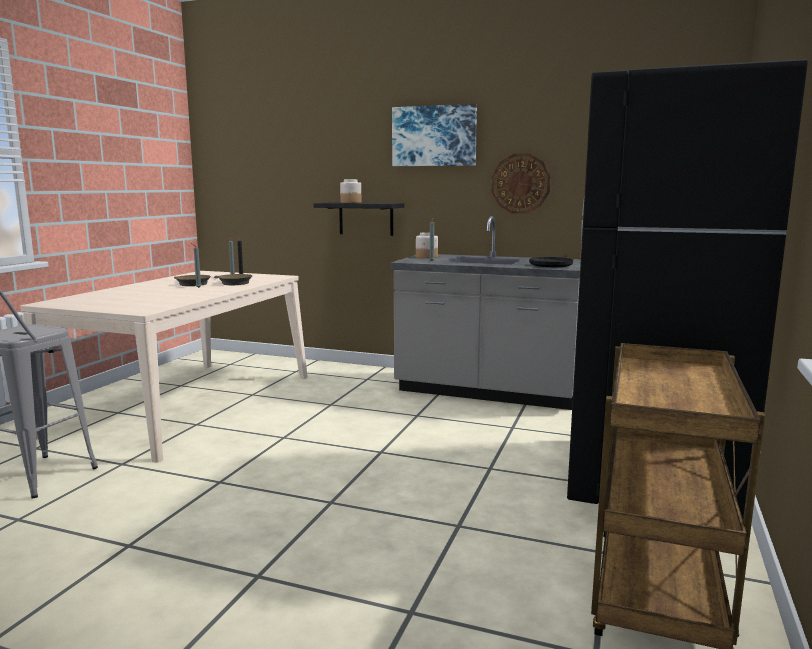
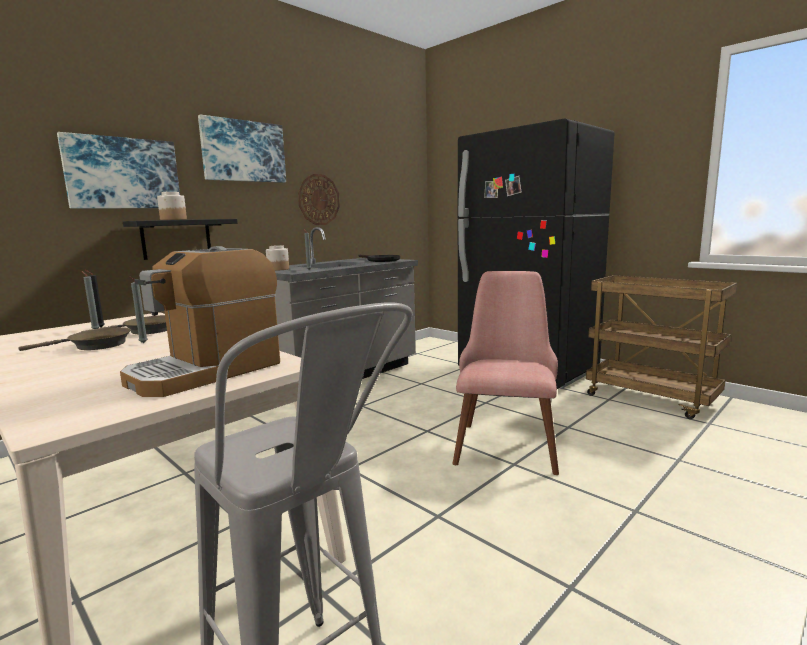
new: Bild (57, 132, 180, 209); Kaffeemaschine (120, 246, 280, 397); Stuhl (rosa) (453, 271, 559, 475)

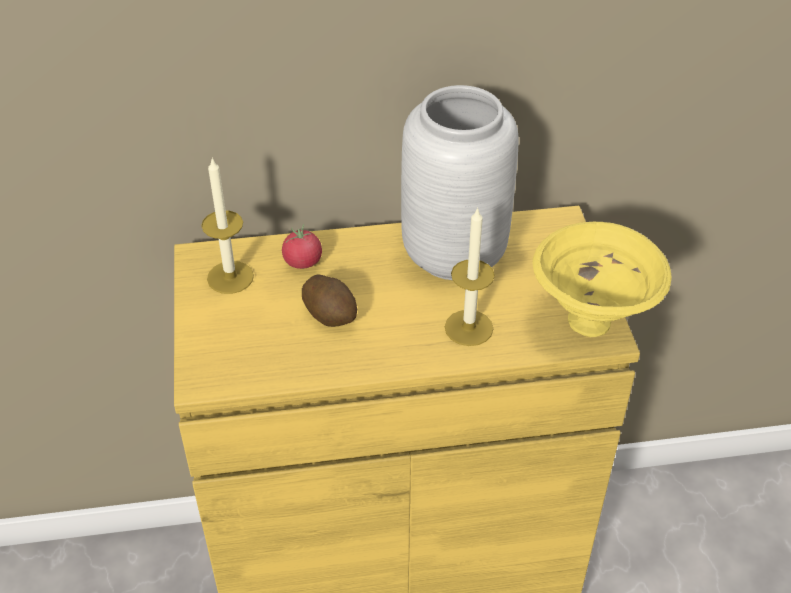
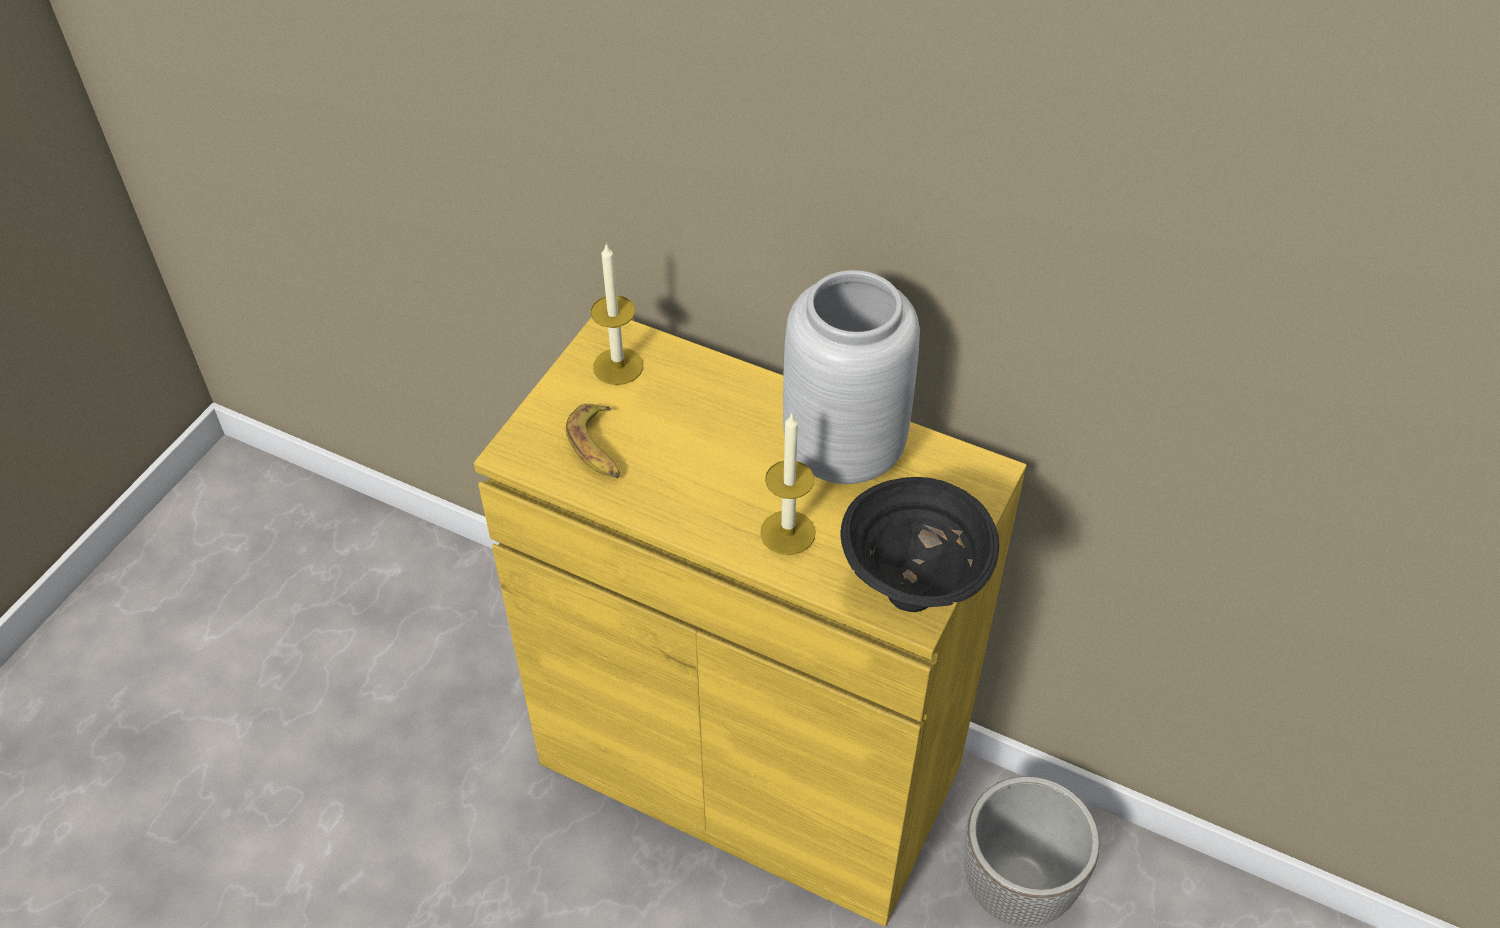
gone: Tomate (282, 224, 322, 269); Kartoffel (302, 274, 357, 327)
new: Banane (566, 404, 620, 478); Pflanzkübel (964, 776, 1100, 927)
repainted: Schüssel (gelb) (533, 222, 671, 337) to Schüssel (schwarz) (841, 477, 999, 612)

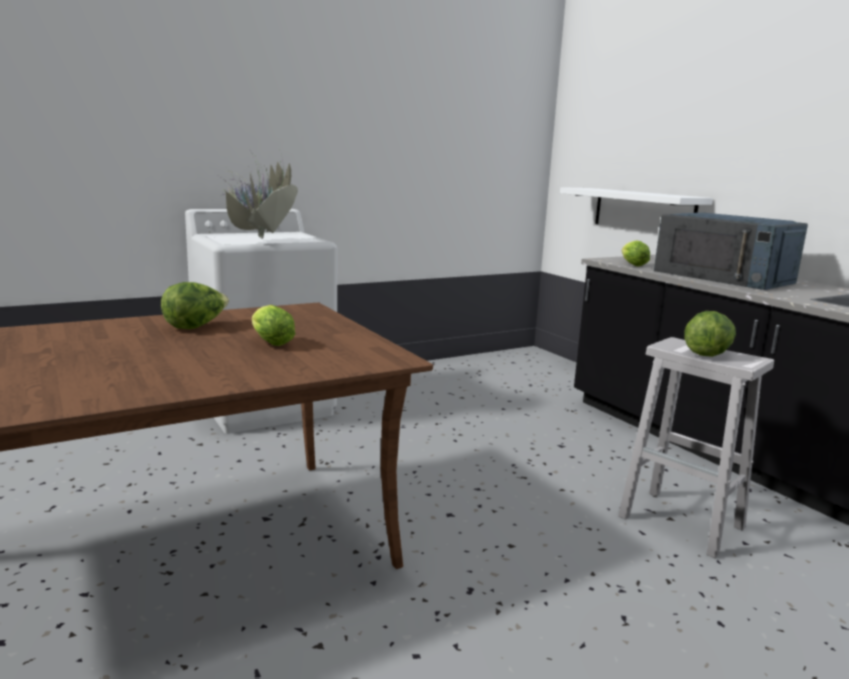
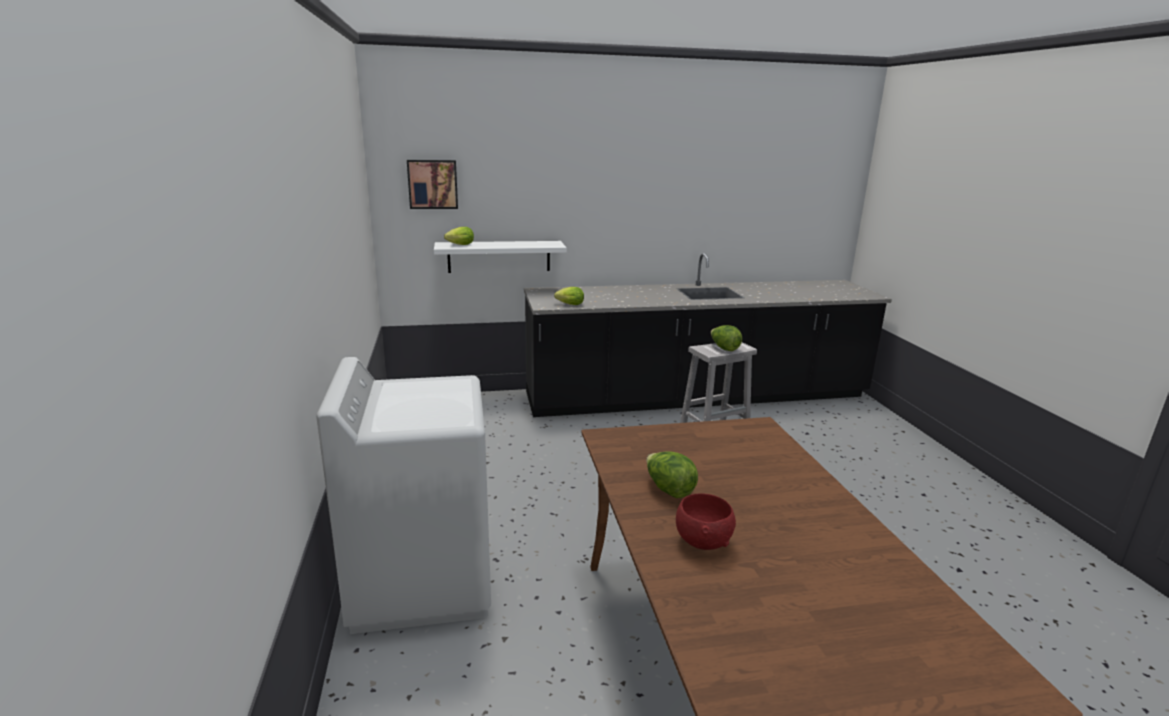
gone: Topfpflanze (209, 144, 298, 239); Mikrowelle (blau) (654, 213, 808, 290)
new: Bild (407, 160, 458, 209); Schüssel (rot) (676, 493, 736, 550)
shifted: Salatkopf (252, 305, 295, 346) to (444, 227, 474, 245)

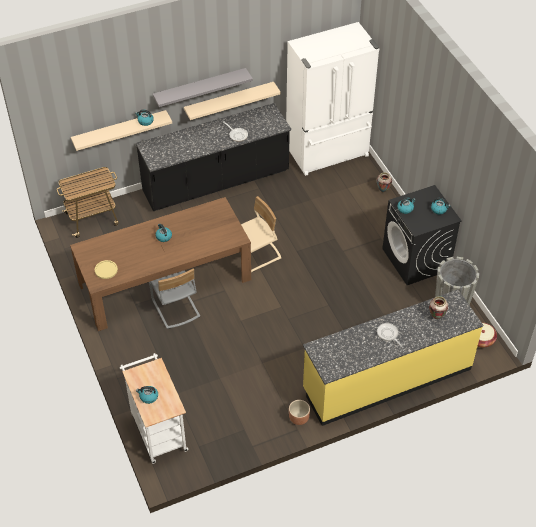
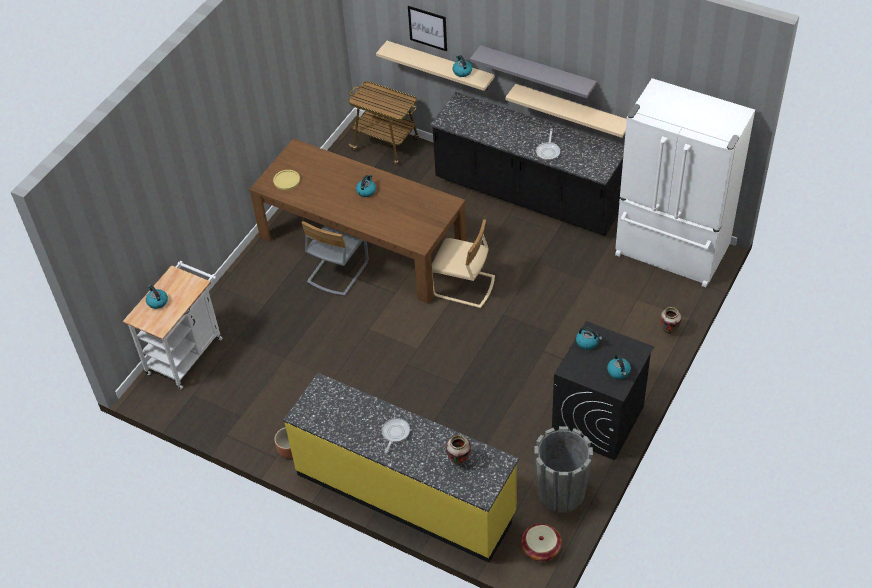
new: Bild (408, 6, 447, 51)

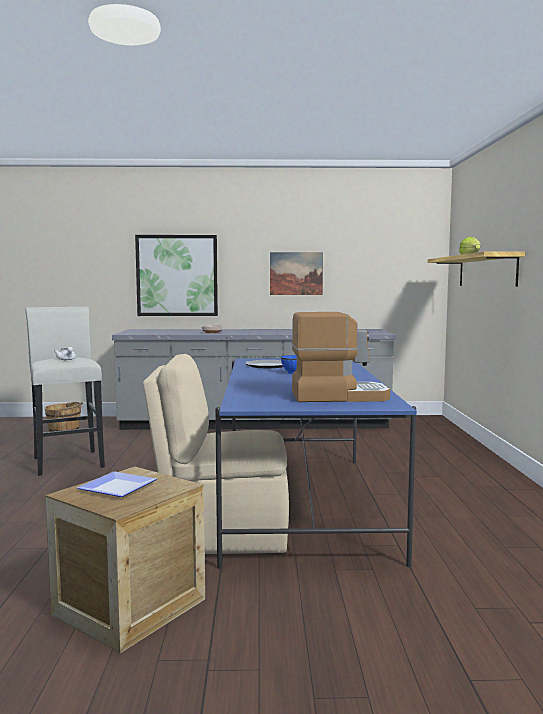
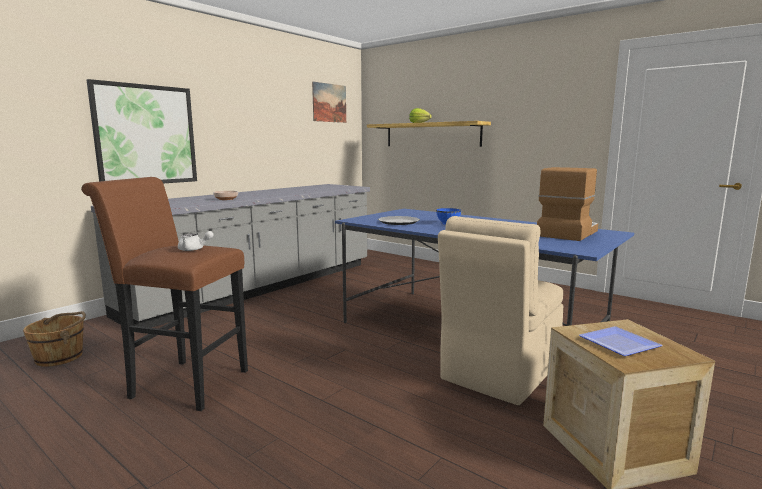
shifted: Bild (270, 252, 323, 295) to (312, 81, 346, 123)
repainted: Hocker (weiß) (25, 307, 105, 476) to Hocker (braun) (81, 177, 248, 411)

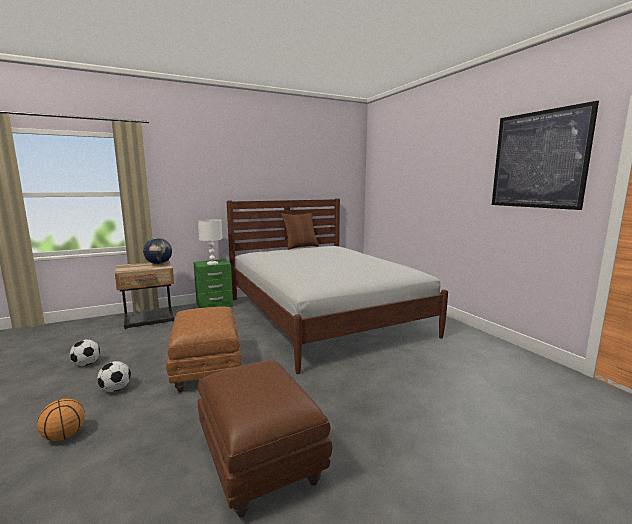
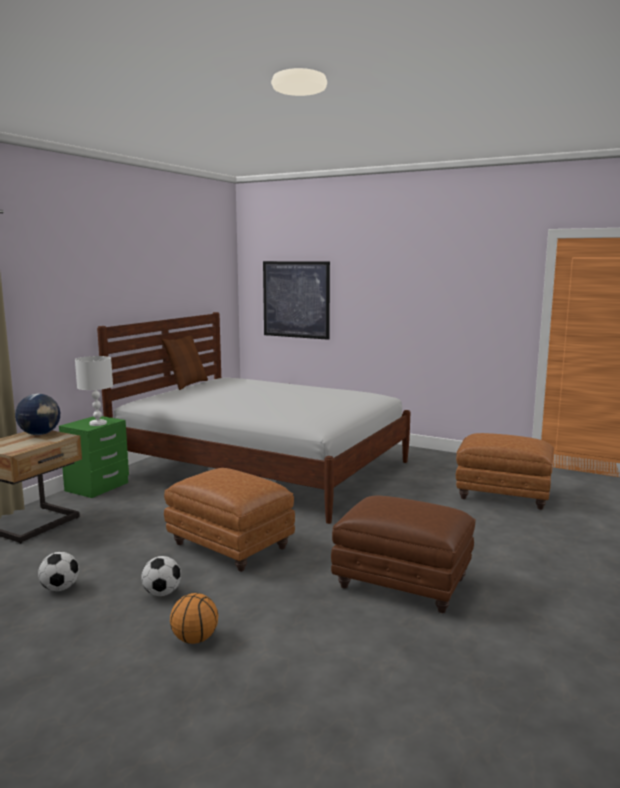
new: Polsterhocker (braun) (456, 433, 554, 510)
shifted: Bild (492, 101, 599, 210) to (263, 261, 330, 340)

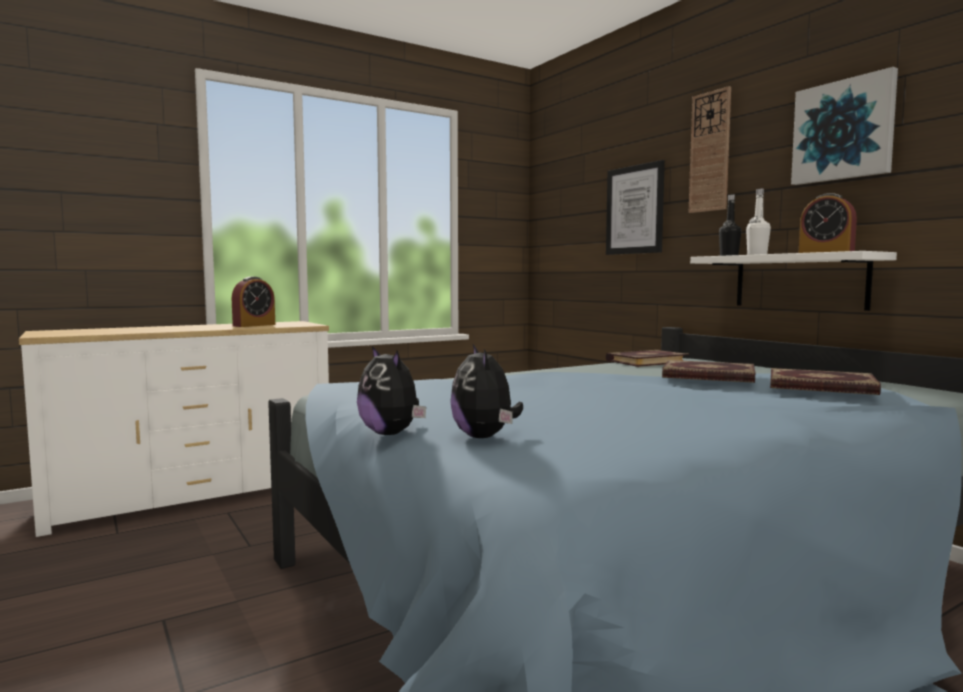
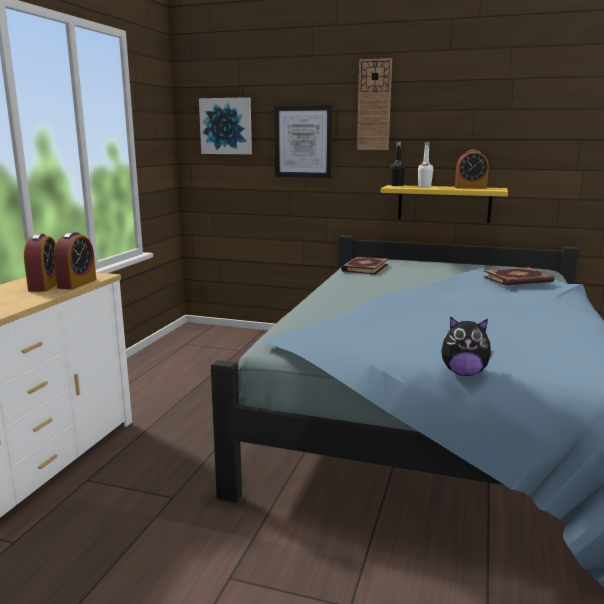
gone: Plüschtier (450, 344, 523, 438); Buch (662, 360, 755, 383)
new: Wecker (54, 232, 96, 290)
shifted: Bild (791, 67, 898, 185) to (199, 97, 252, 154)
repainted: Wandregal (weiß) (690, 251, 897, 311) to Wandregal (gelb) (381, 185, 508, 223)

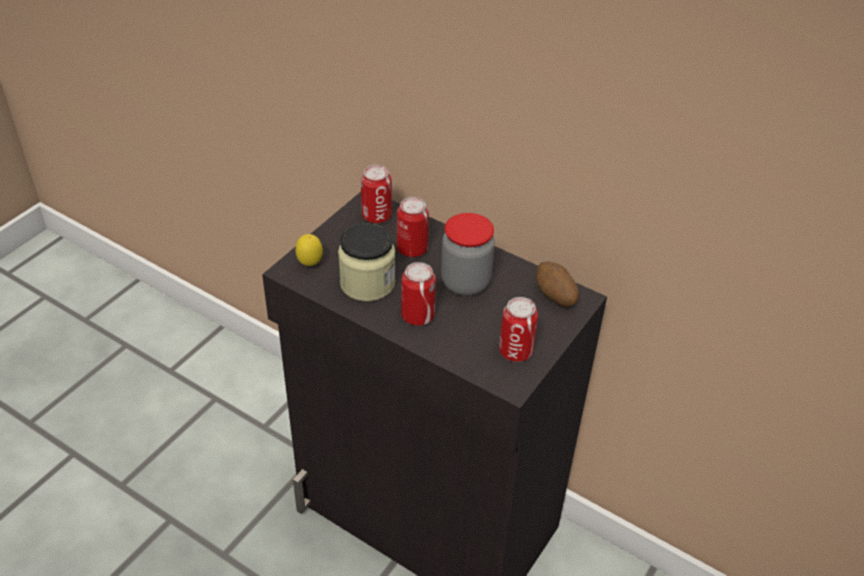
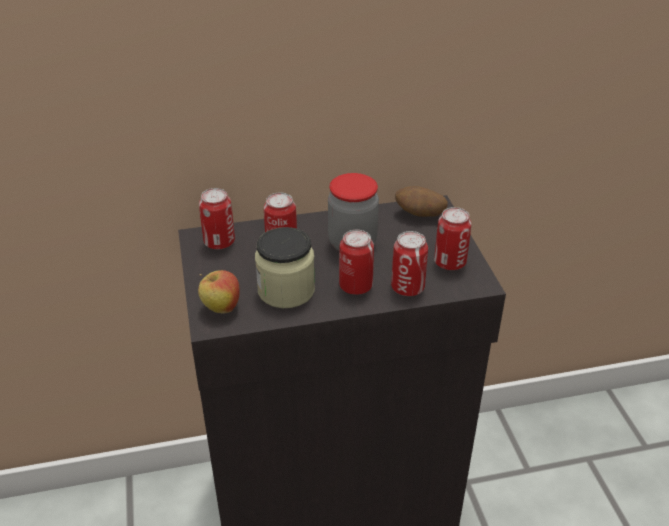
new: Dose (391, 231, 428, 296)
swapped: Zitrone (295, 234, 323, 266) to Apfel (198, 270, 240, 314)

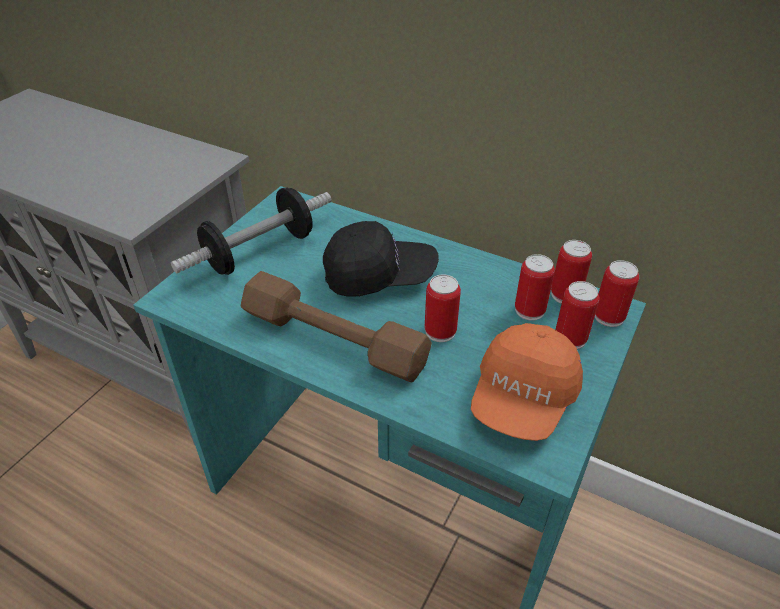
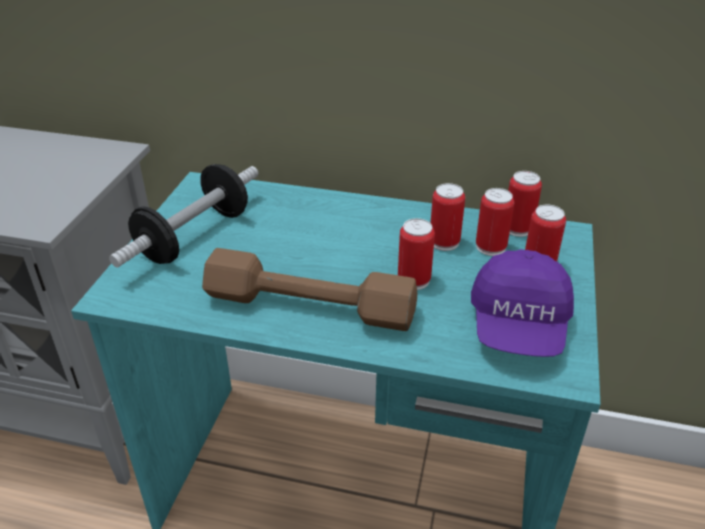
gone: Kappe (schwarz) (323, 221, 439, 297)
shifted: Dose (595, 260, 639, 327) to (431, 183, 465, 251)
repainted: Kappe (orange) (471, 323, 583, 441) to Kappe (lila) (471, 249, 574, 357)

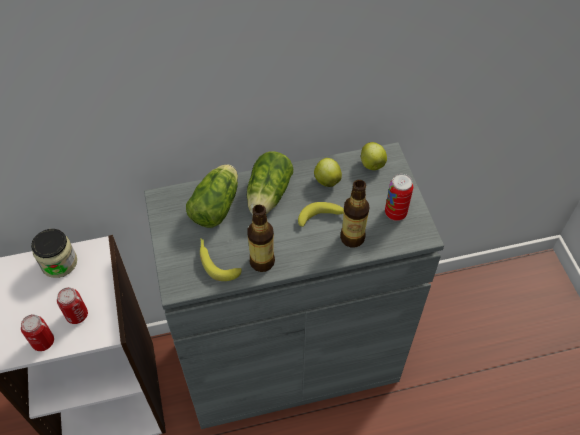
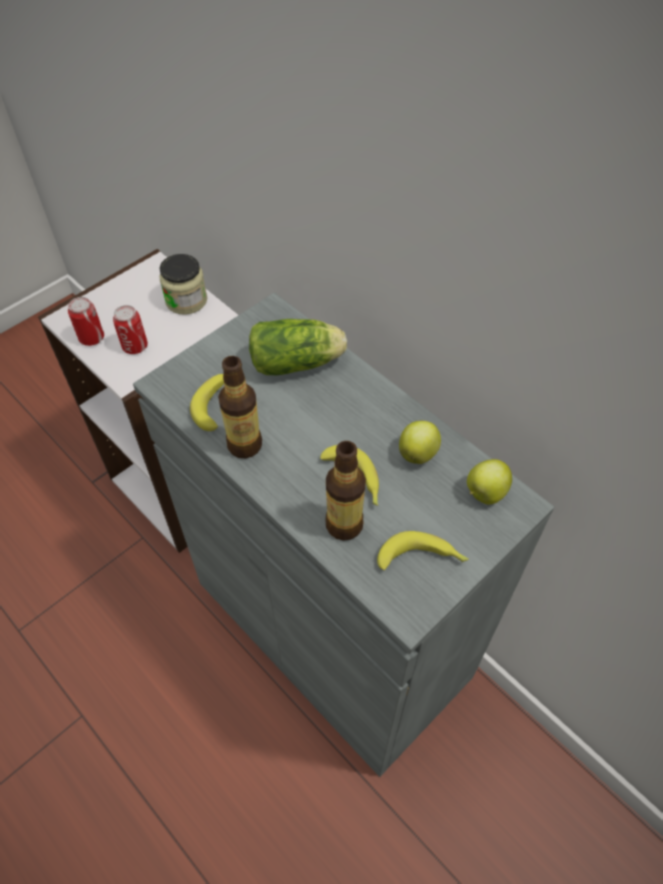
gone: Salatkopf (247, 151, 293, 215)
swapped: Dose (385, 174, 413, 221) to Banane (377, 531, 469, 570)

